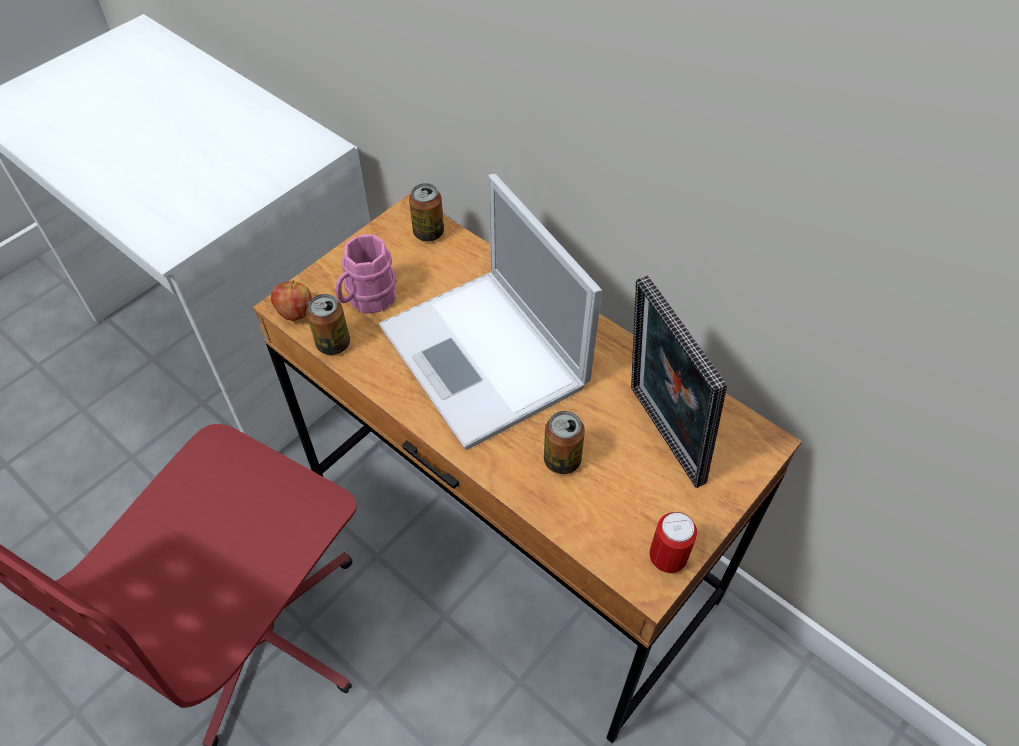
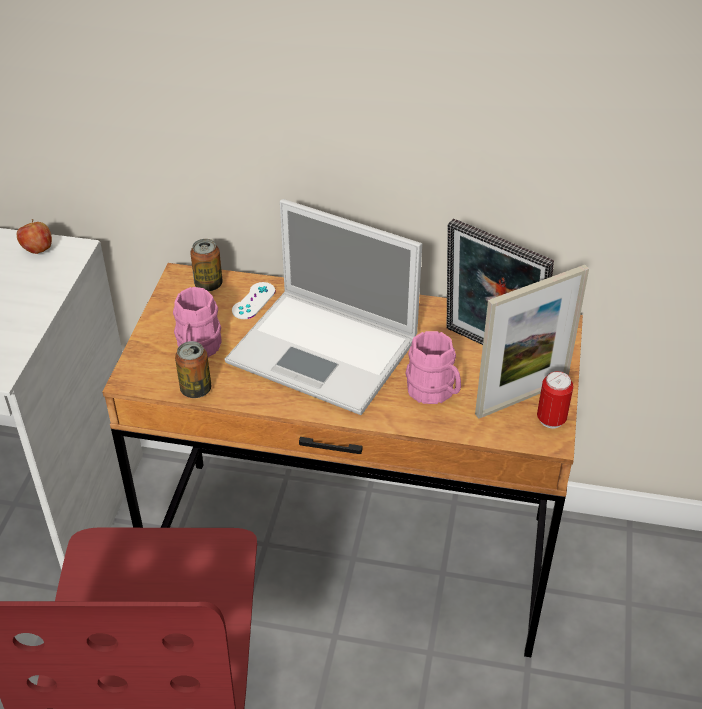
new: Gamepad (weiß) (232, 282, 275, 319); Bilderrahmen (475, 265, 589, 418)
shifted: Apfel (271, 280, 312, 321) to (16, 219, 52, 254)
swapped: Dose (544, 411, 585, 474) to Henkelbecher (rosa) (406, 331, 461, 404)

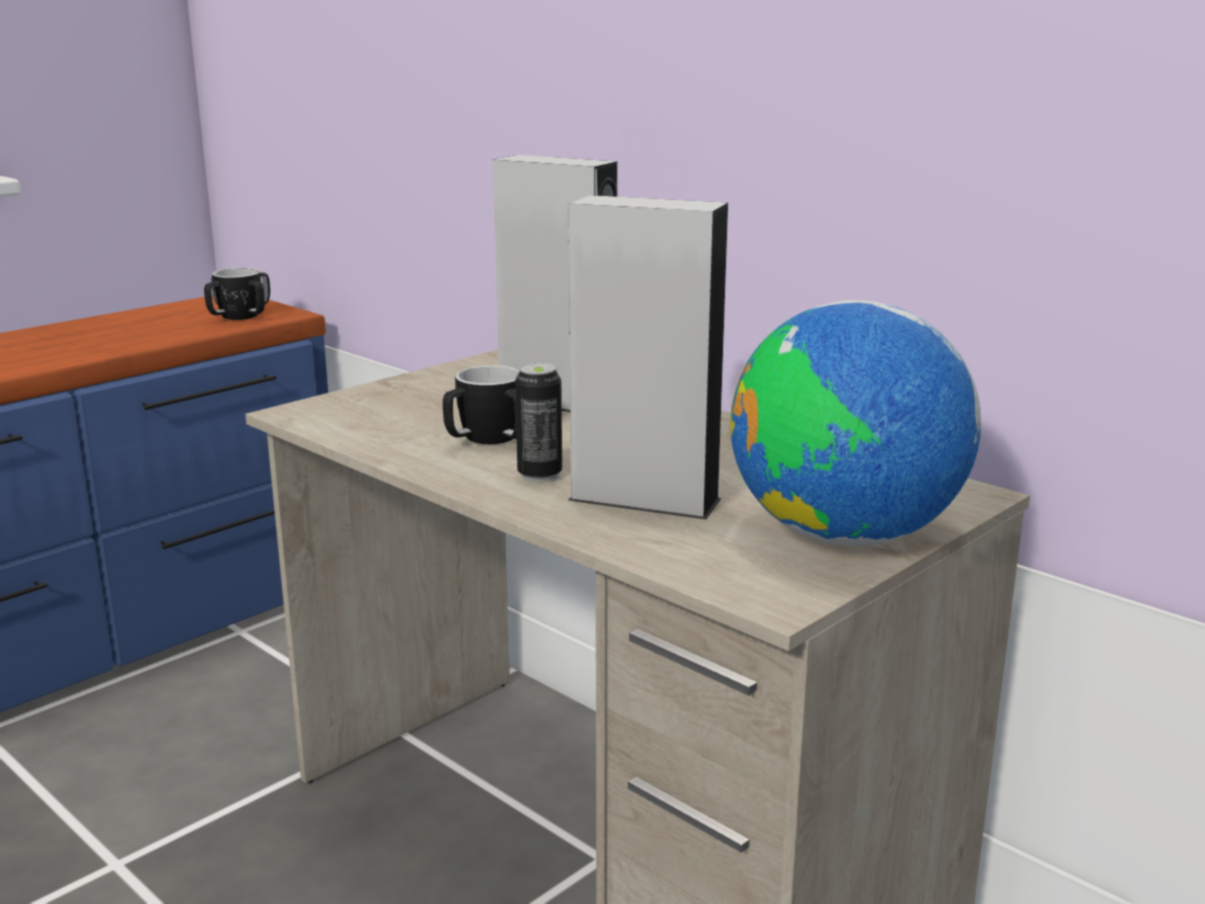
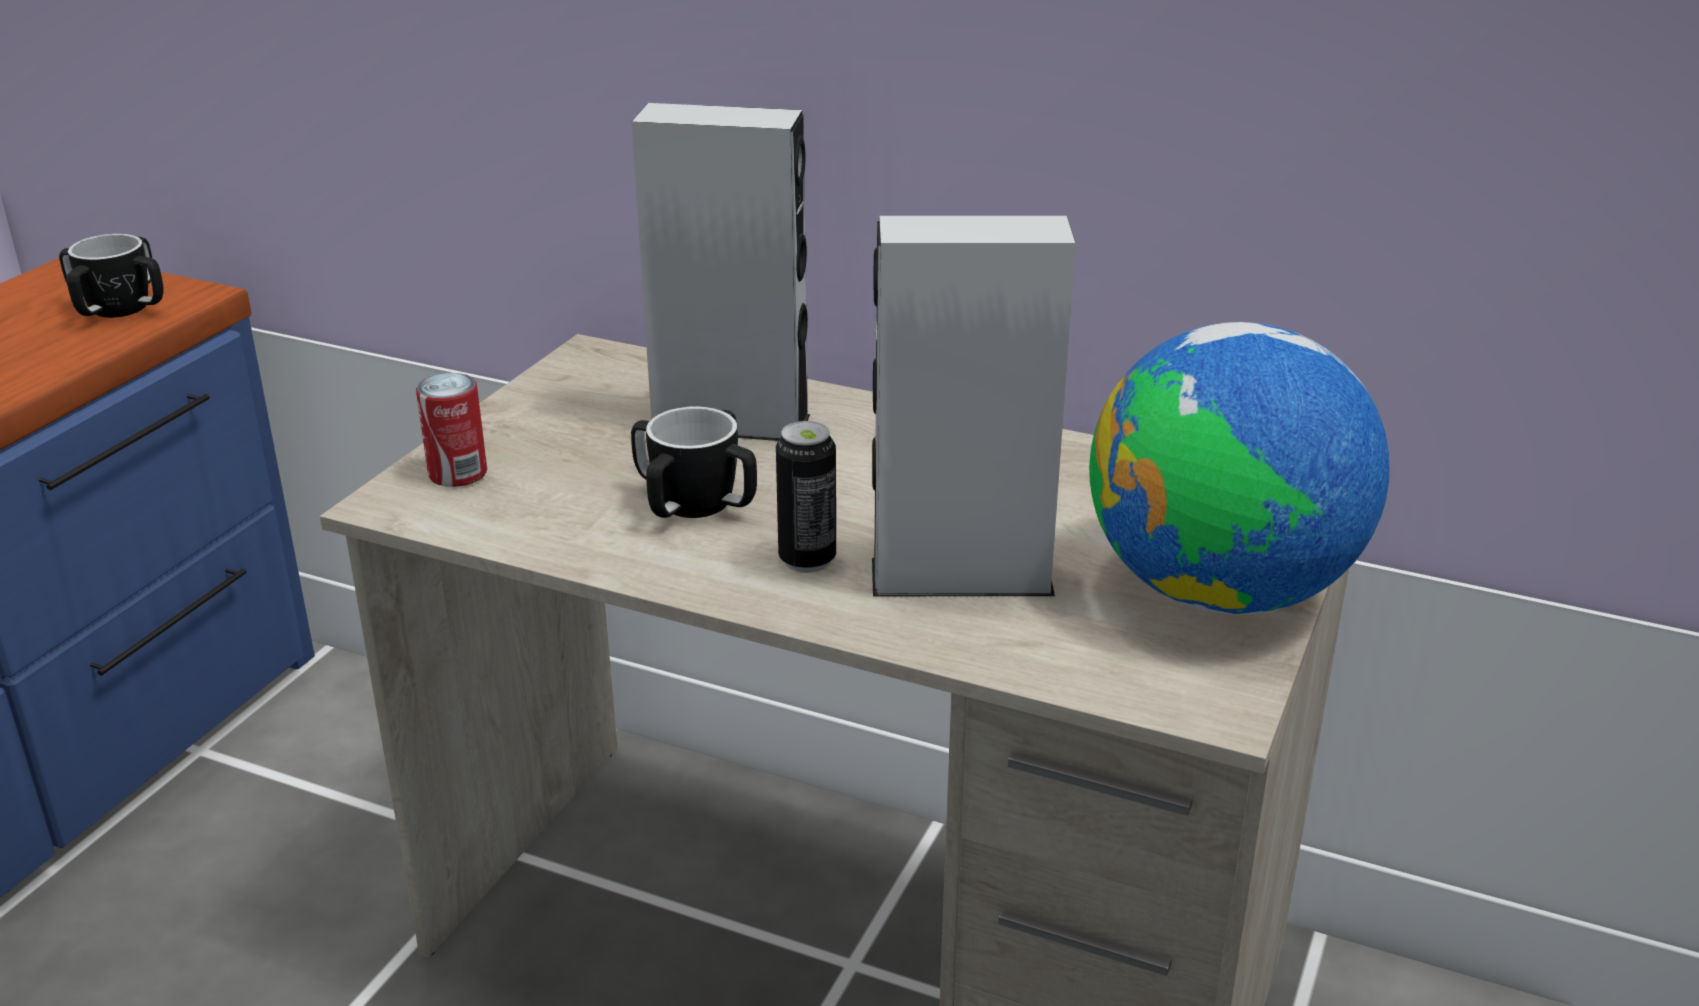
new: Dose (416, 373, 487, 487)

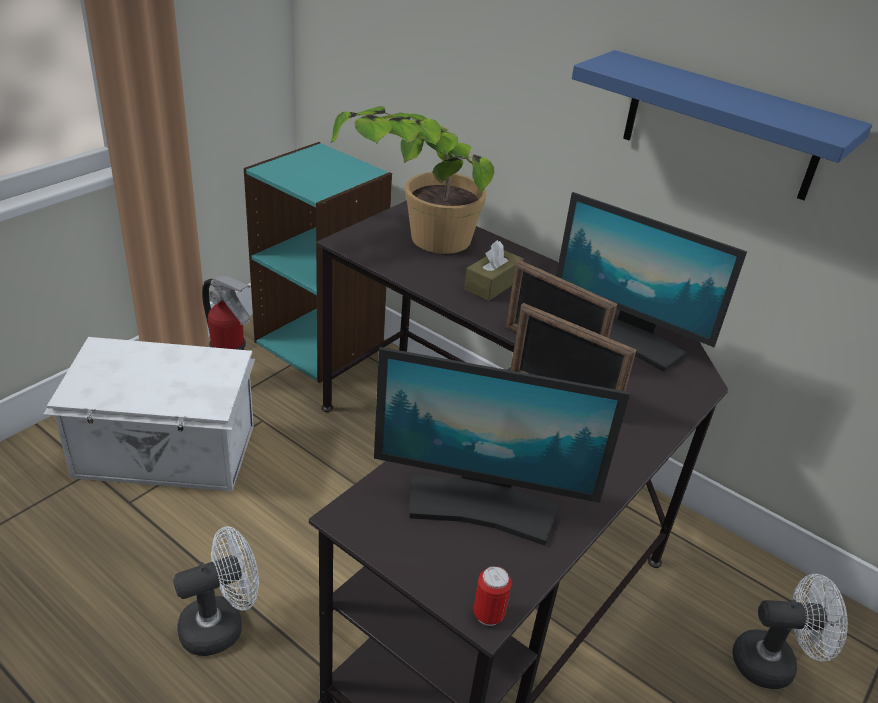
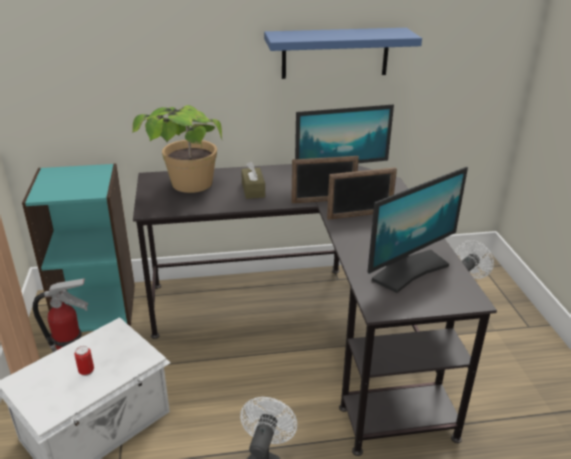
shifted: Dose (474, 566, 512, 626) to (74, 346, 94, 376)

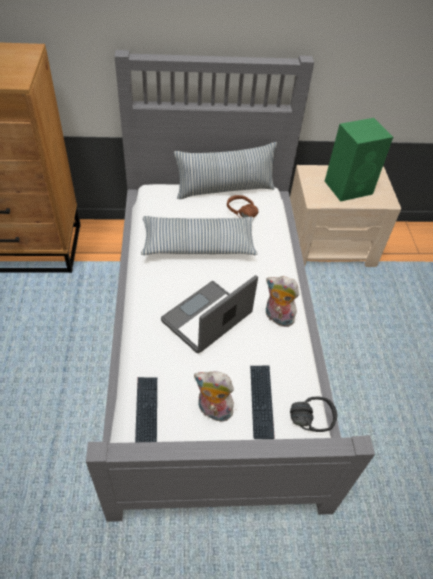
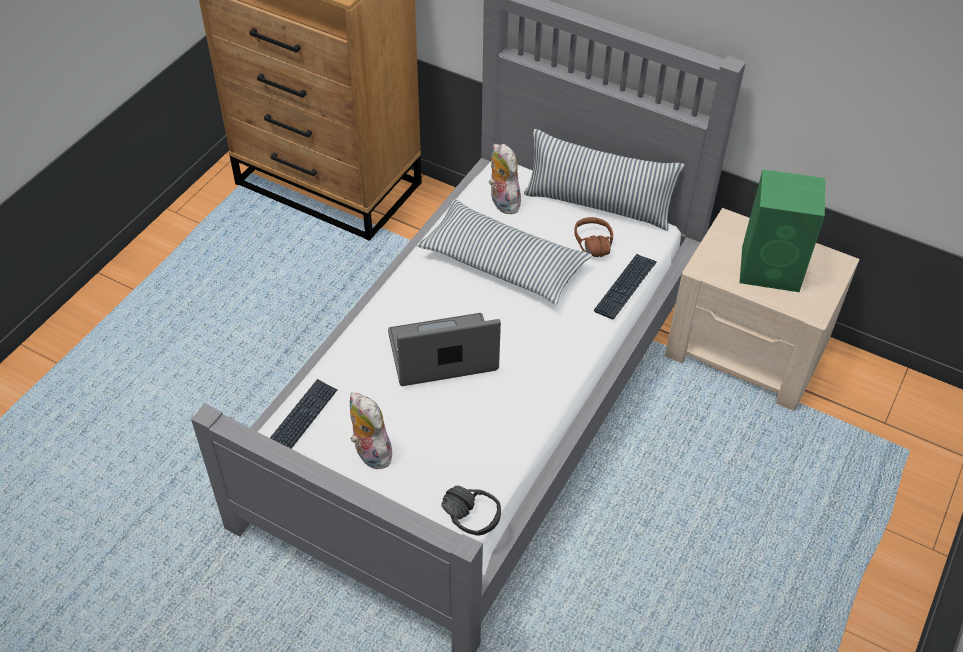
shifted: Tastatur (250, 365, 275, 439) to (594, 254, 657, 319); Plüschtier (266, 276, 299, 327) to (489, 144, 523, 214)

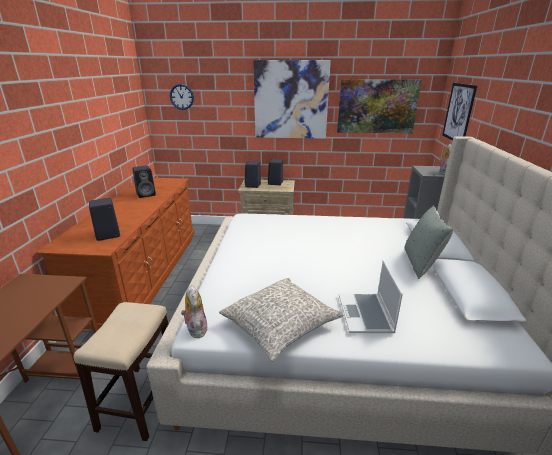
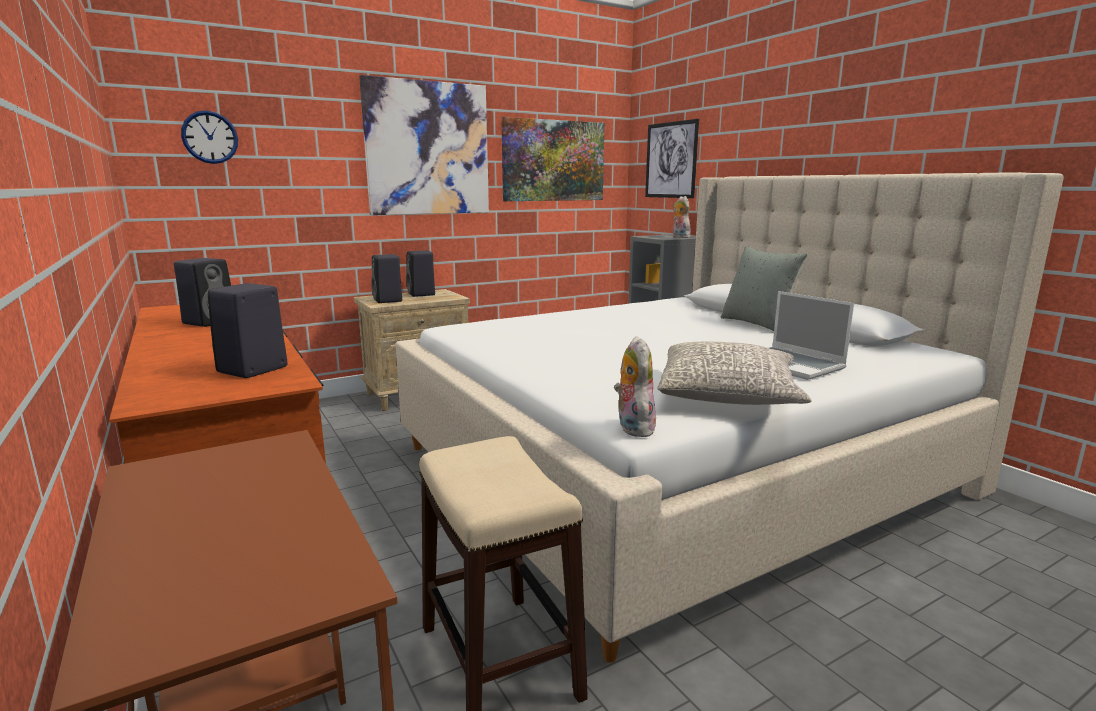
rotated: Plüschtier (181, 285, 208, 338) = (614, 336, 656, 437) 45 degrees clockwise

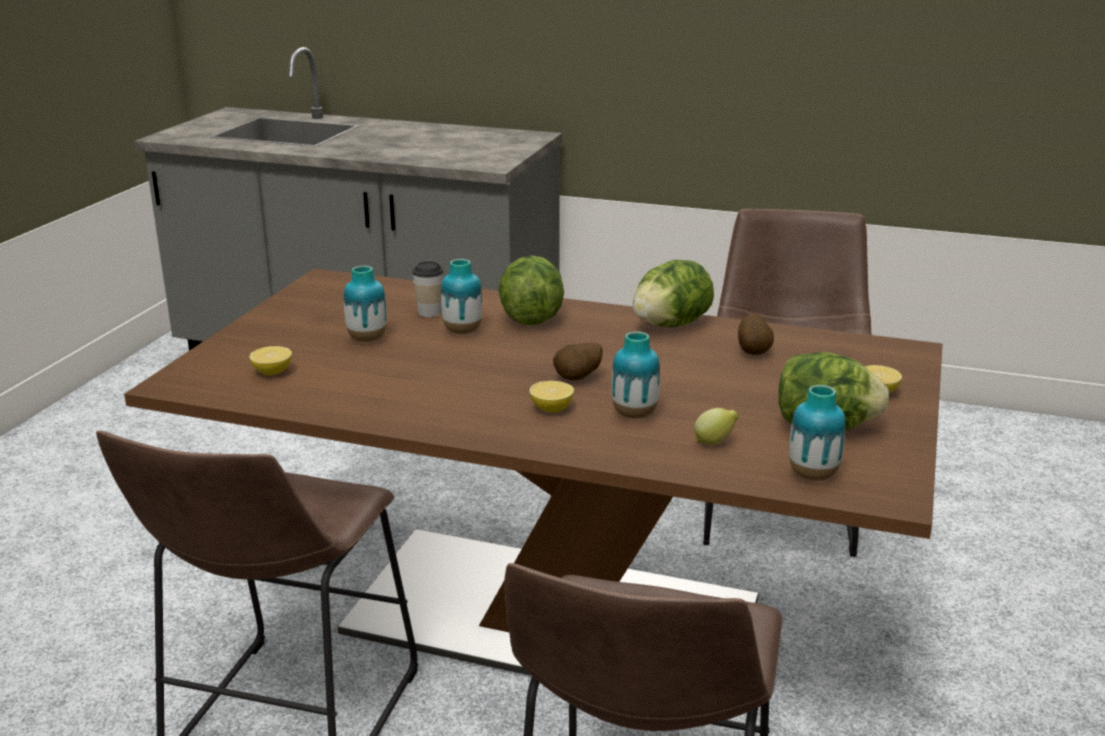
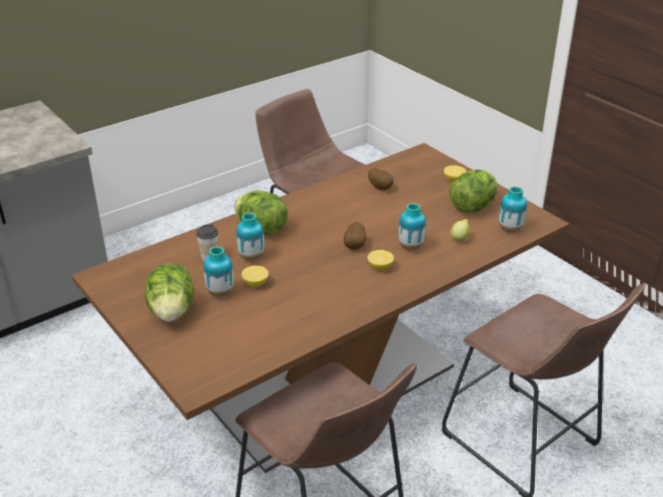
shifted: Zitrone (249, 346, 292, 375) to (242, 266, 269, 287); Salatkopf (633, 260, 714, 327) to (145, 263, 194, 322)

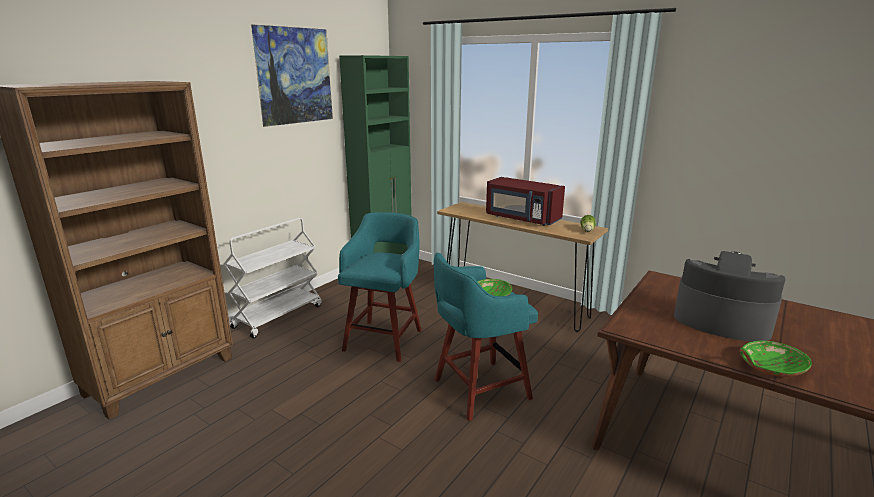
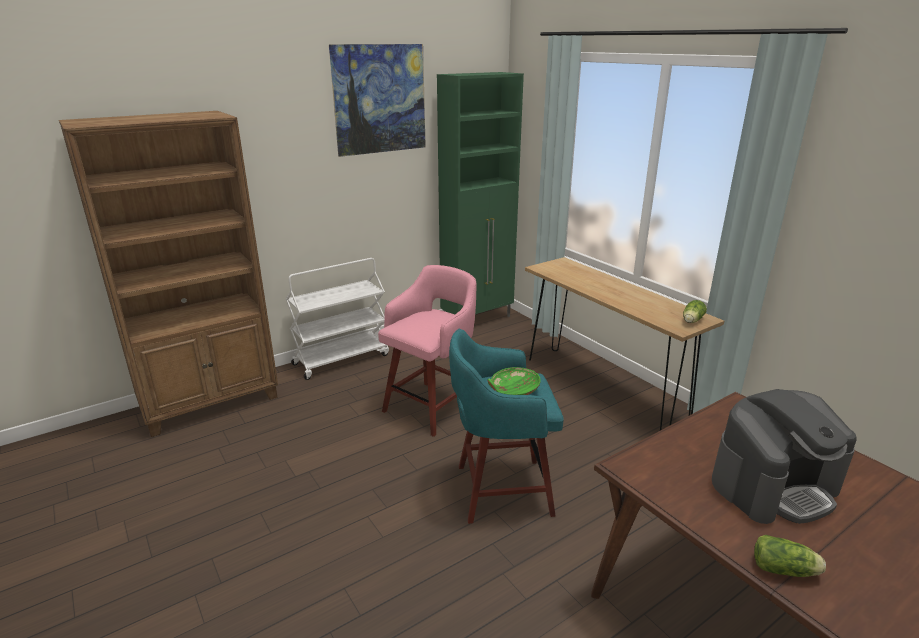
gone: Mikrowelle (rot) (486, 177, 565, 226)
swapped: Schüssel (grün) (740, 340, 812, 377) to Salatkopf (754, 535, 826, 577)
repainted: Hocker (türkis) (338, 212, 422, 362) to Hocker (rosa) (378, 265, 477, 437)
rotated: Kaffeemaschine (674, 251, 786, 341) = (712, 389, 857, 524) 105 degrees clockwise

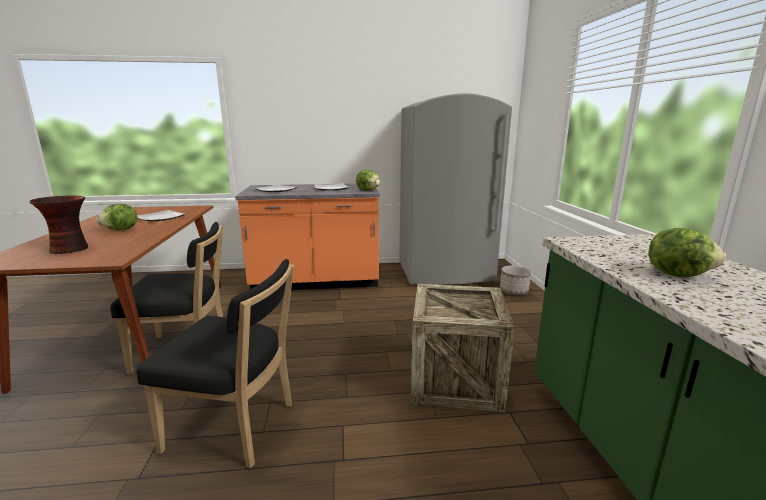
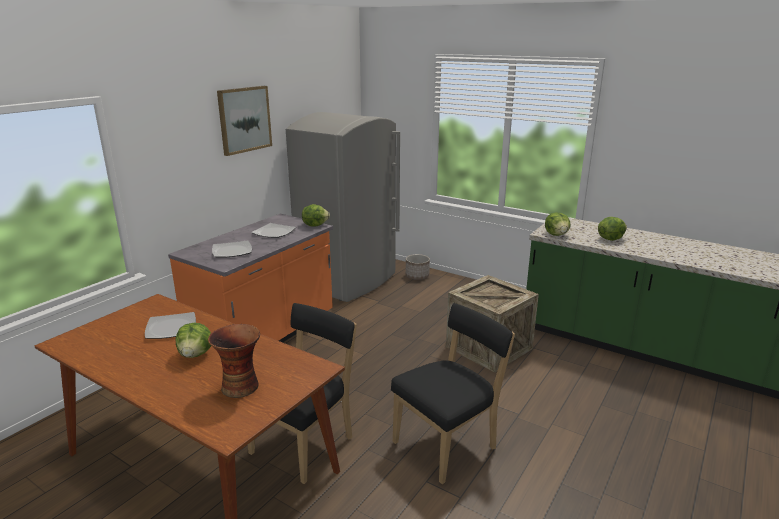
new: Bild (217, 86, 272, 156); Salatkopf (545, 213, 571, 236)

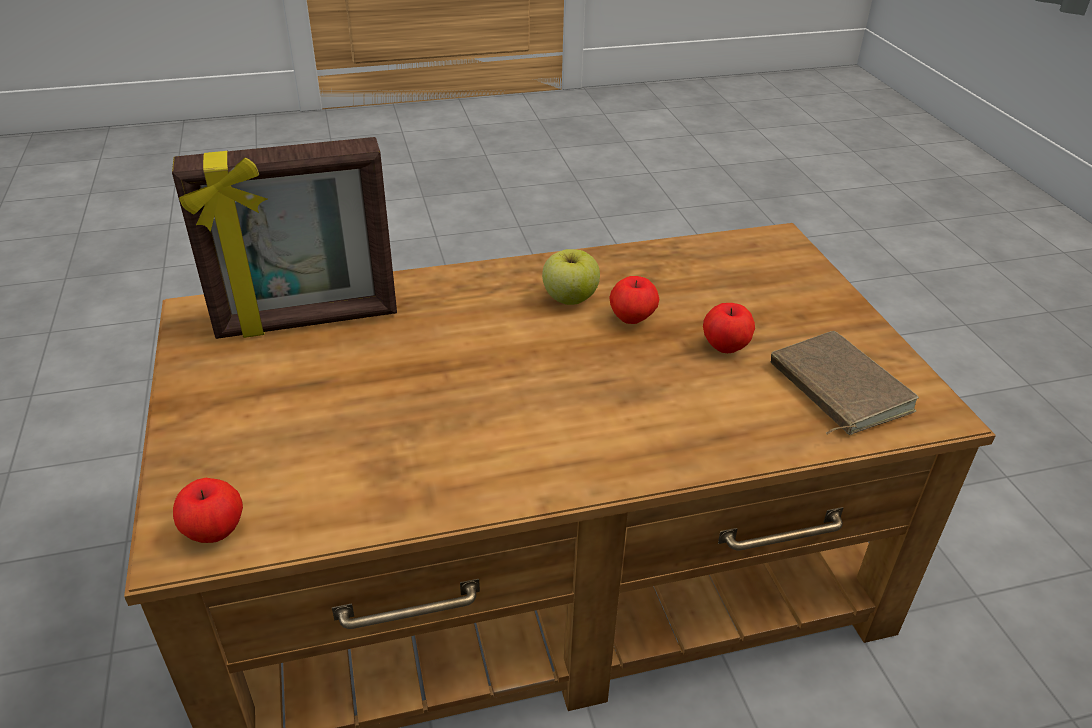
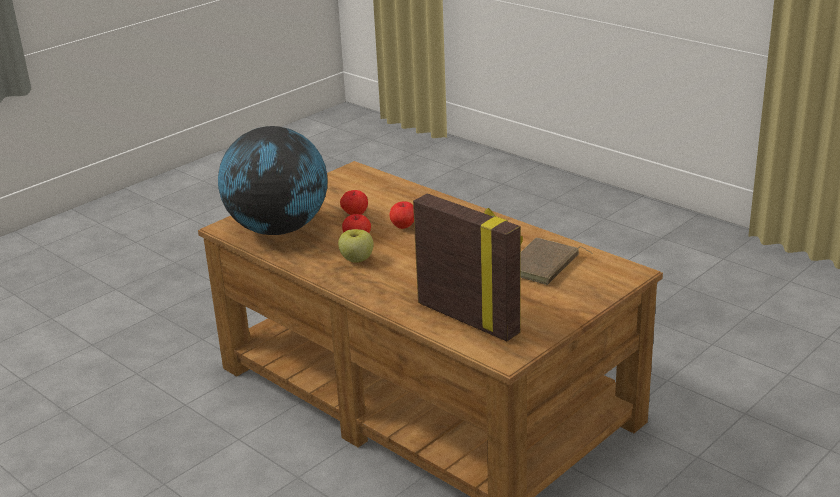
new: Globus (218, 126, 327, 235)
shifted: Apfel (173, 478, 243, 543) to (389, 201, 414, 229); Buch (braun) (771, 331, 919, 435) to (521, 238, 593, 285)

